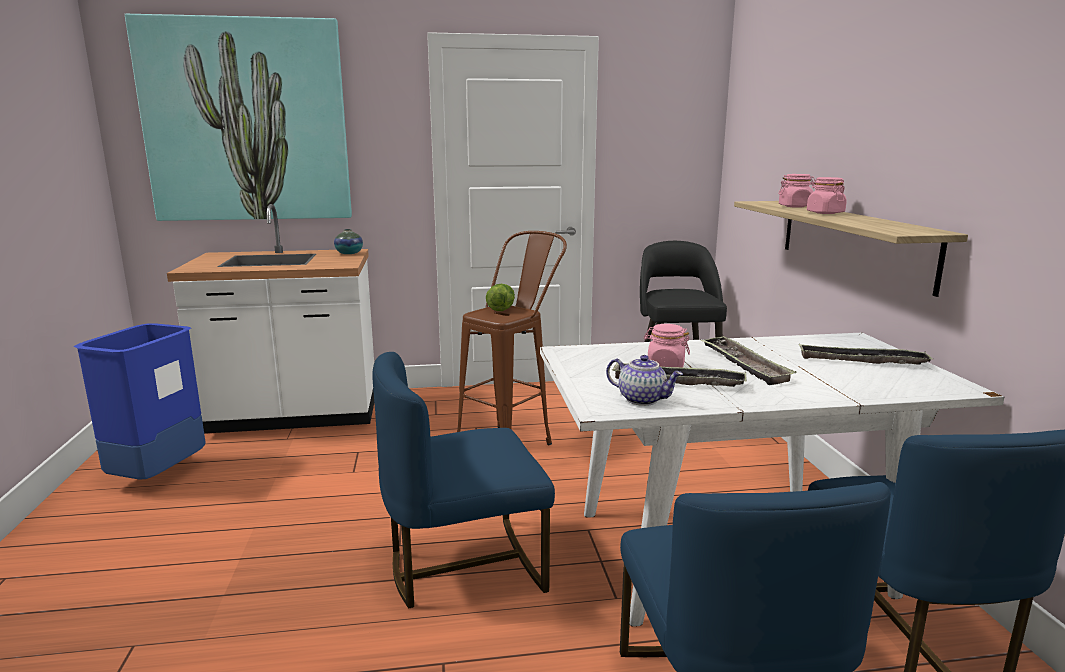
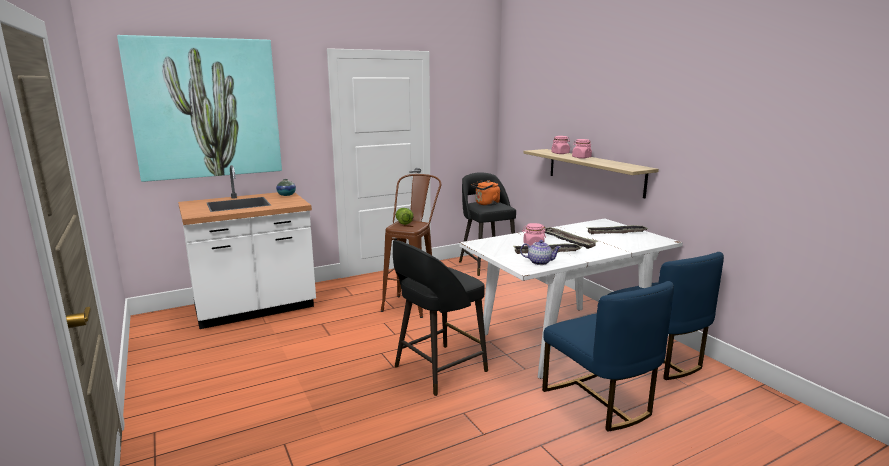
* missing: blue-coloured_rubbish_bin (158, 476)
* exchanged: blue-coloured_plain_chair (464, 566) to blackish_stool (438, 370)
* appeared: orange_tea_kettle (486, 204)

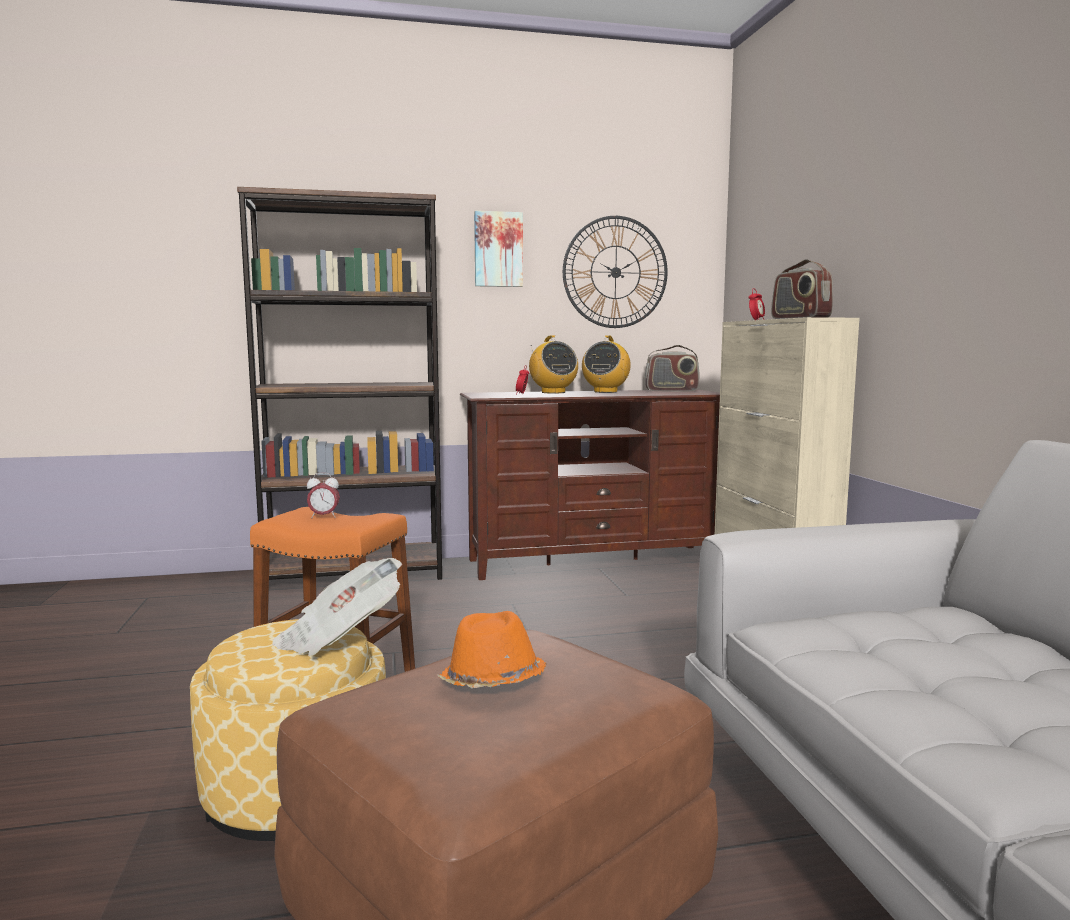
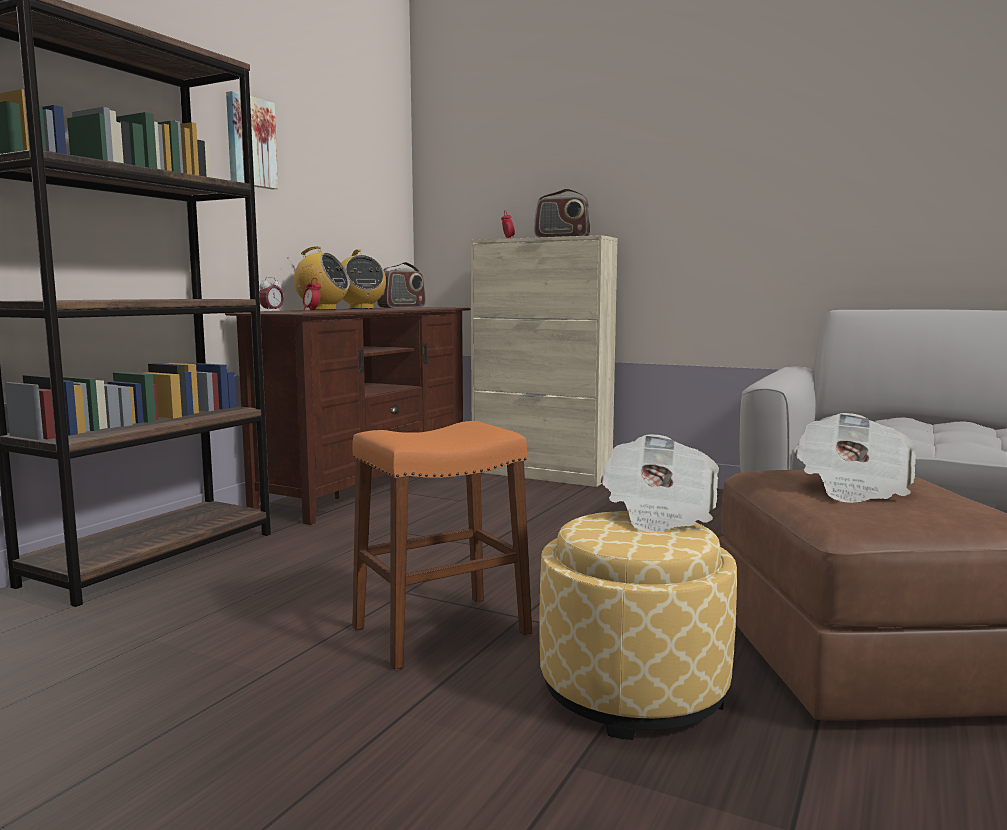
* missing: clock_on_the_wall (615, 272)
* relocated: table_clock (324, 516) to (272, 311)
* exchanged: orange_clothing_hat (492, 683) to printed_paper (852, 489)

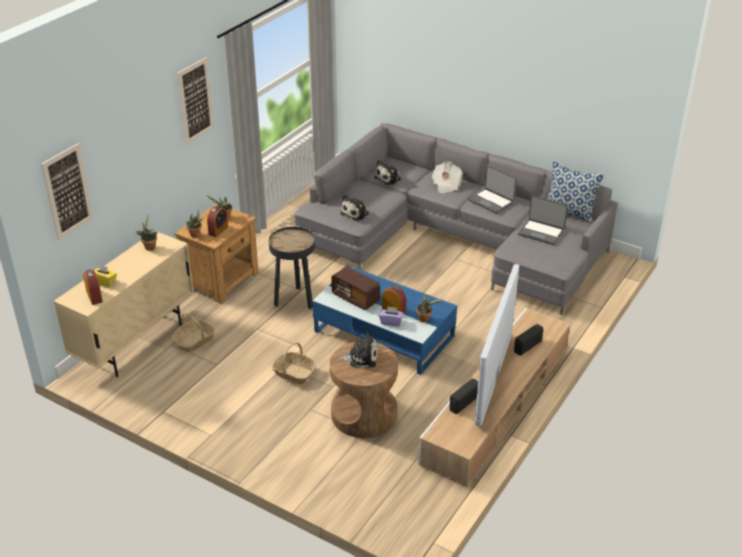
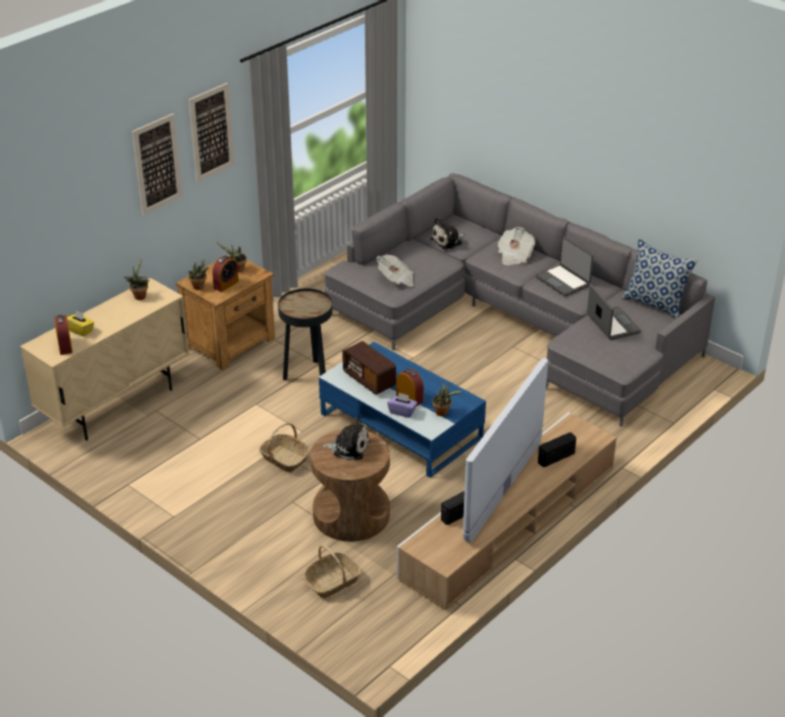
* relocated: picture (67, 191) to (157, 164)
* exchanged: cuddly_toy (356, 213) to printed_paper (396, 280)
* spun: laptop (541, 232) = (612, 324) 150 degrees counterclockwise
* relocated: household_basket (194, 341) to (332, 582)

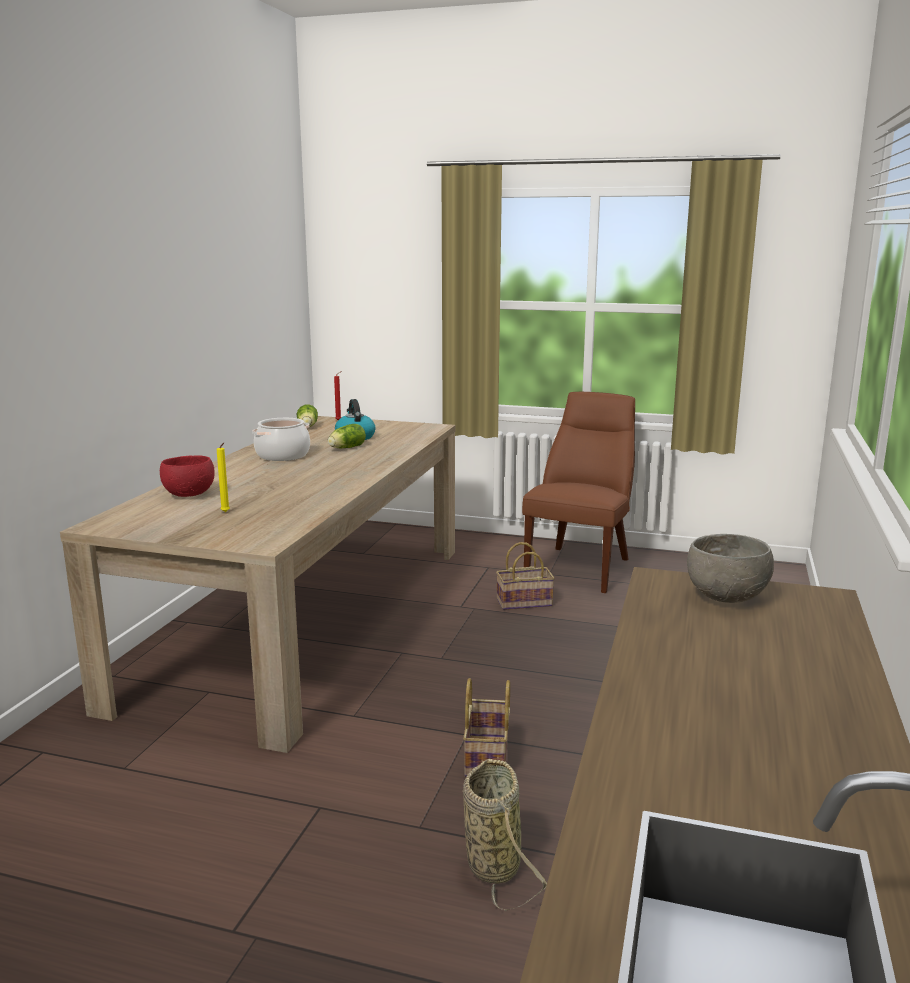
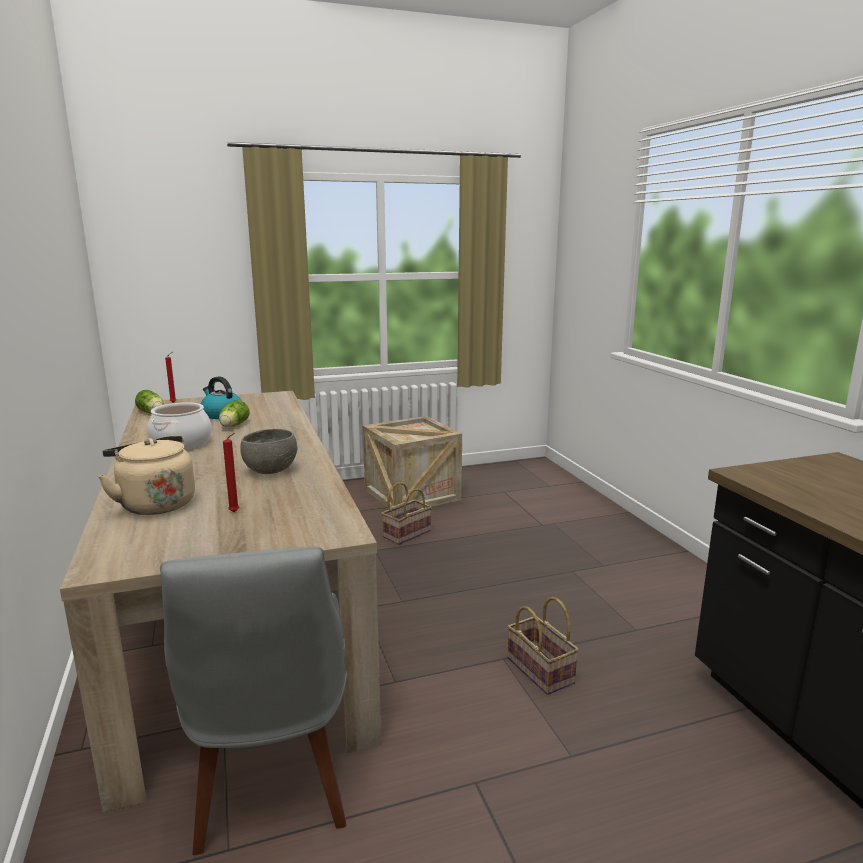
* exchanged: brown-coloured_plain_chair (580, 567) to shipping_crate (412, 494)
* colour: yellow_wax_light (226, 512) to red_wax_light (235, 512)
* exchanged: red_bowl (190, 495) to beige_tea_kettle (155, 504)
* relocated: grey_bowl (726, 597) to (271, 471)
* missing: household_basket (492, 862)
* appeared: grey_plain_chair (271, 778)

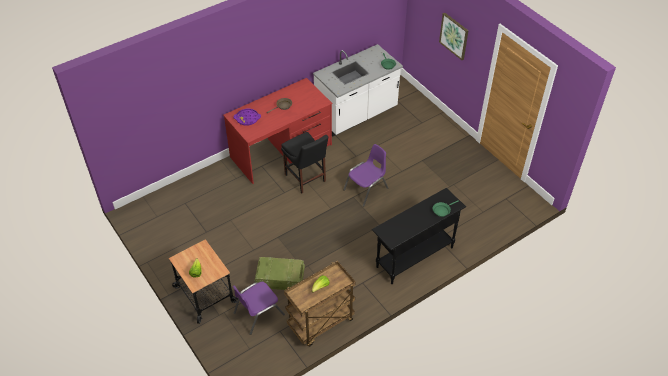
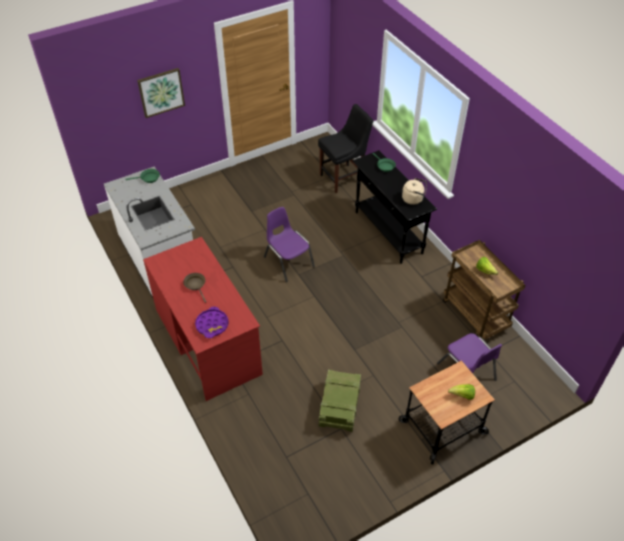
* relocated: blackish_plain_chair (306, 179) to (344, 178)
* relocated: shipping_crate (281, 279) to (339, 405)
* appeared: beige_tea_kettle (414, 199)

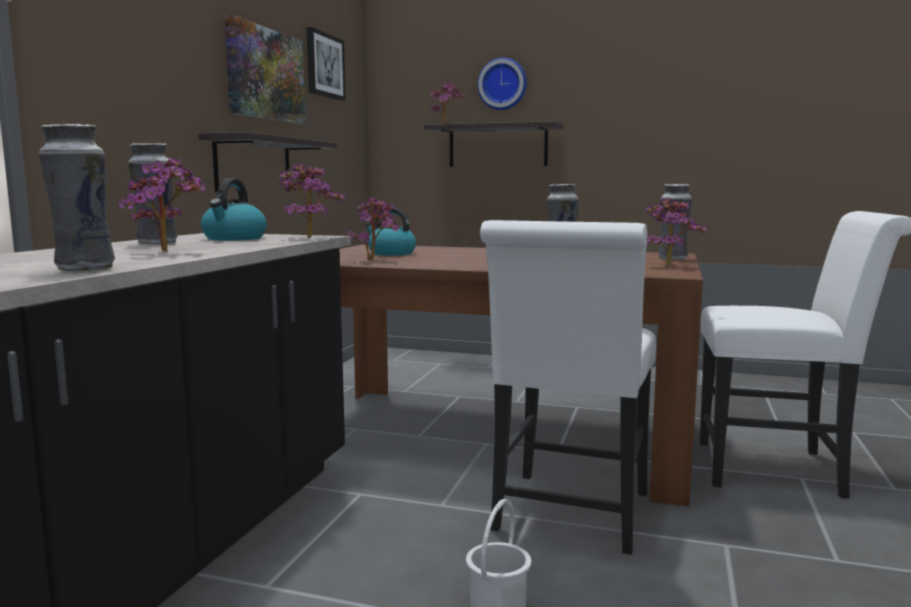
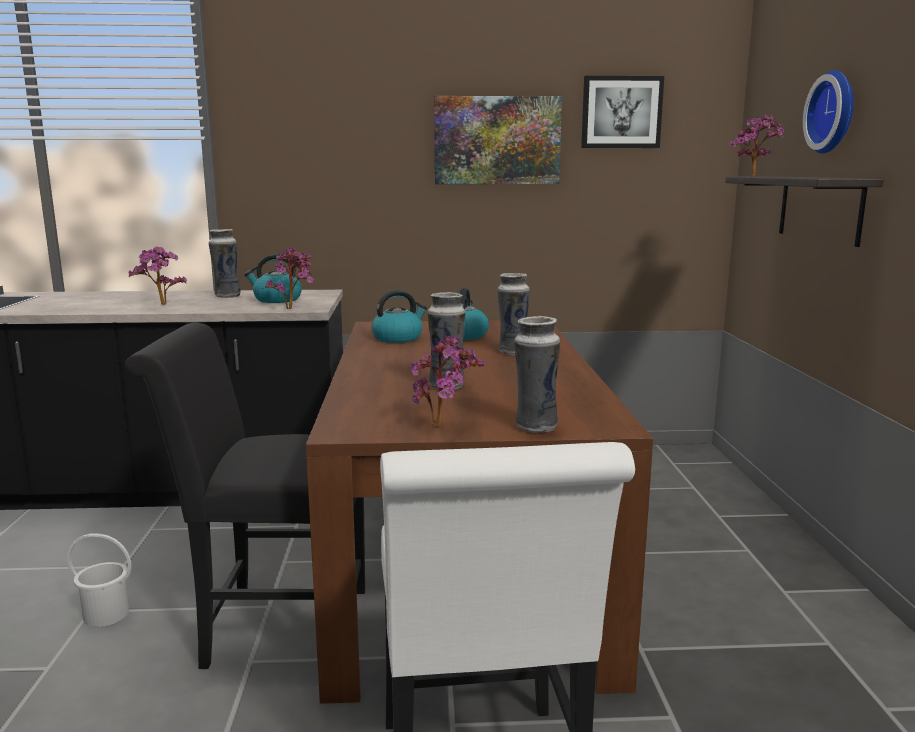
* relocated: flower_vase (83, 269) to (512, 352)
* missing: bracket_shelf (253, 165)
* exchanged: potted_plant (374, 260) to tea_kettle (398, 338)
* colour: white_plain_chair (569, 517) to blackish_plain_chair (274, 627)

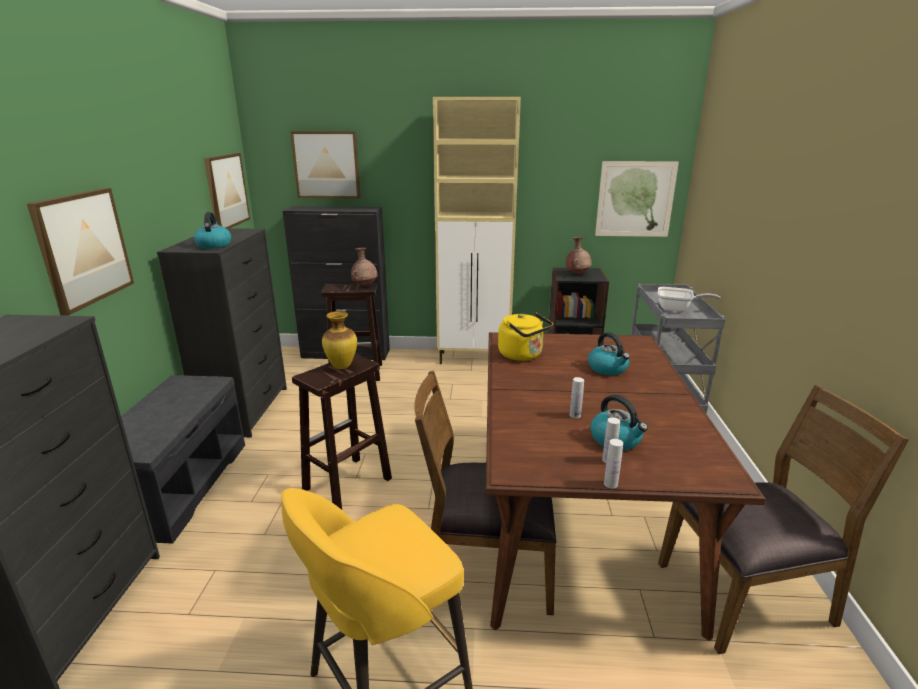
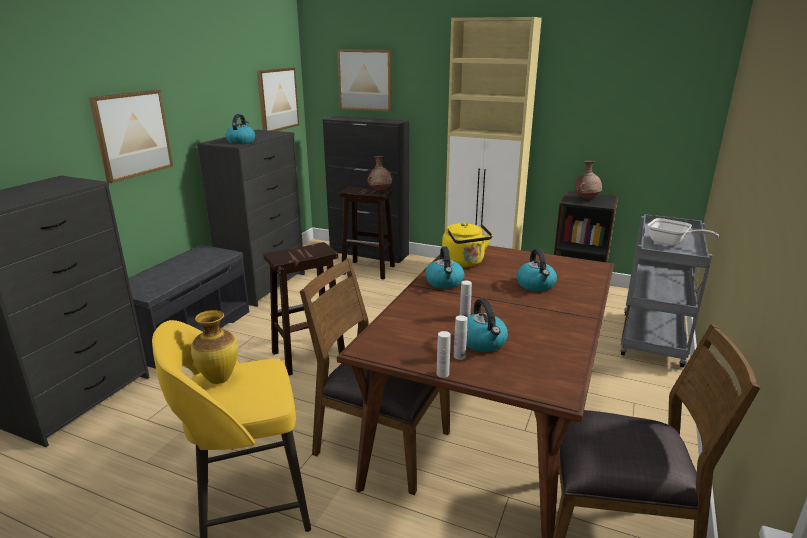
* missing: picture (635, 199)
* relocated: flower_vase (342, 367) to (219, 379)
* appeared: tea_kettle (444, 282)

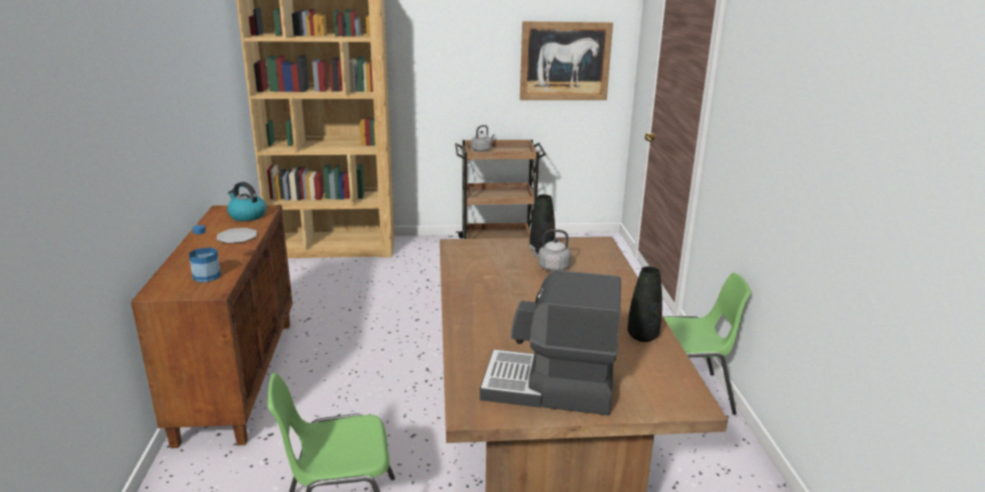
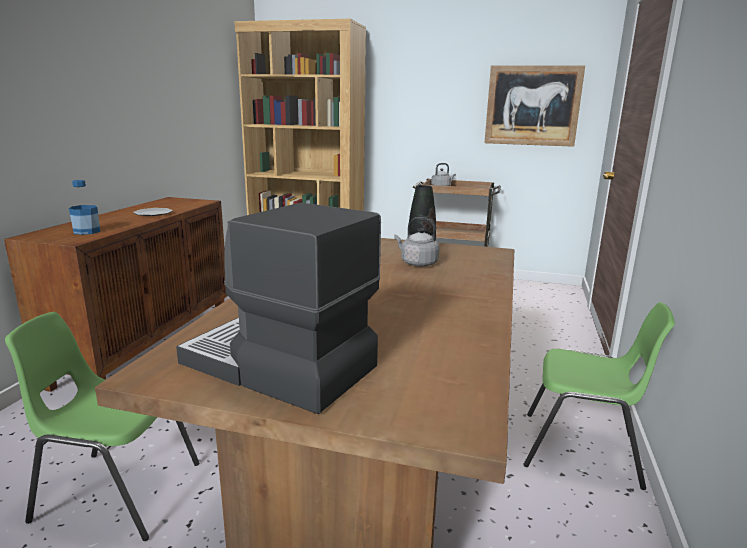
* missing: tea_kettle (247, 216)
* missing: blackish_flower_vase (642, 336)

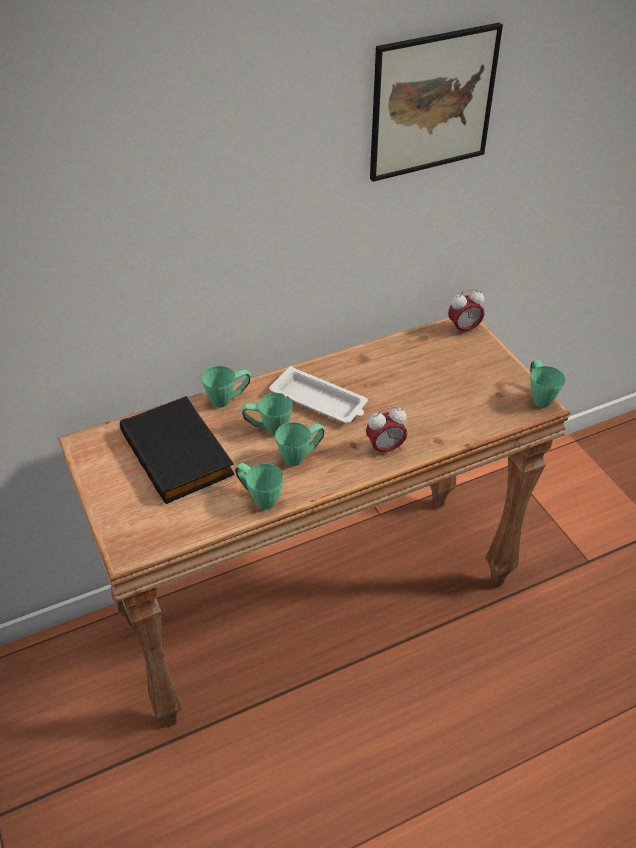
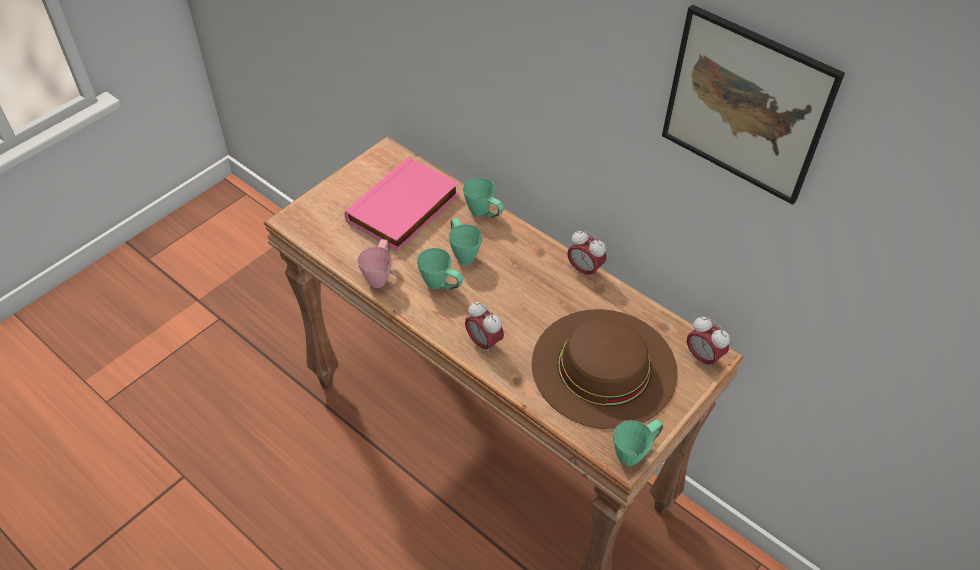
* missing: white_serving_tray (320, 401)
* colour: blackish_volume (180, 453) to pink-coloured_volume (404, 209)
* colour: green-coloured_tea_mug (259, 498) to pink-coloured_tea_mug (379, 275)
* appeared: table_clock (584, 270)
* appeared: brown-coloured_clothing_hat (604, 366)

